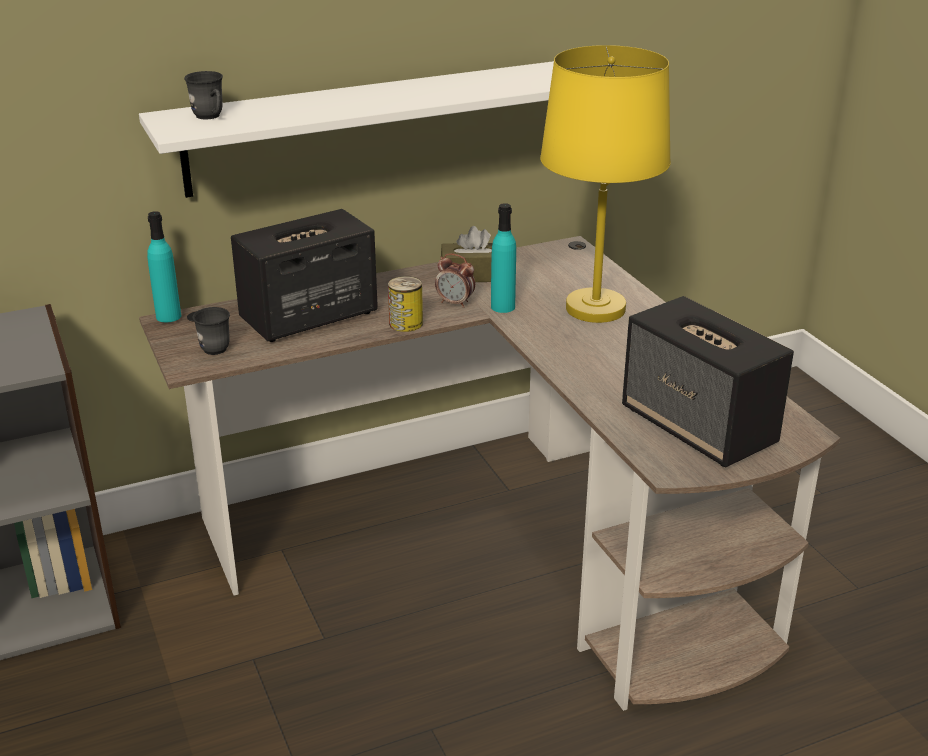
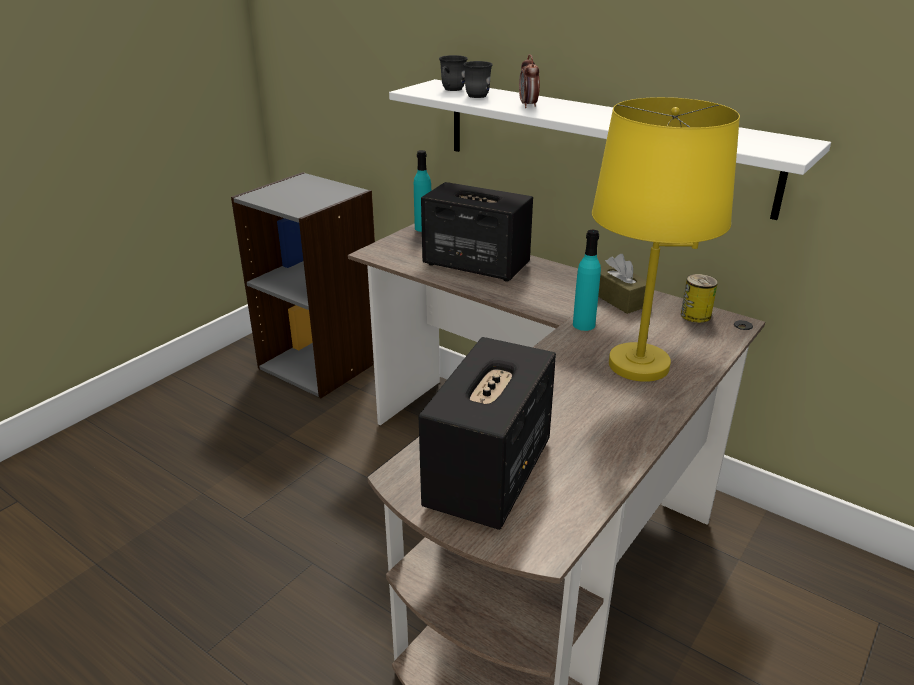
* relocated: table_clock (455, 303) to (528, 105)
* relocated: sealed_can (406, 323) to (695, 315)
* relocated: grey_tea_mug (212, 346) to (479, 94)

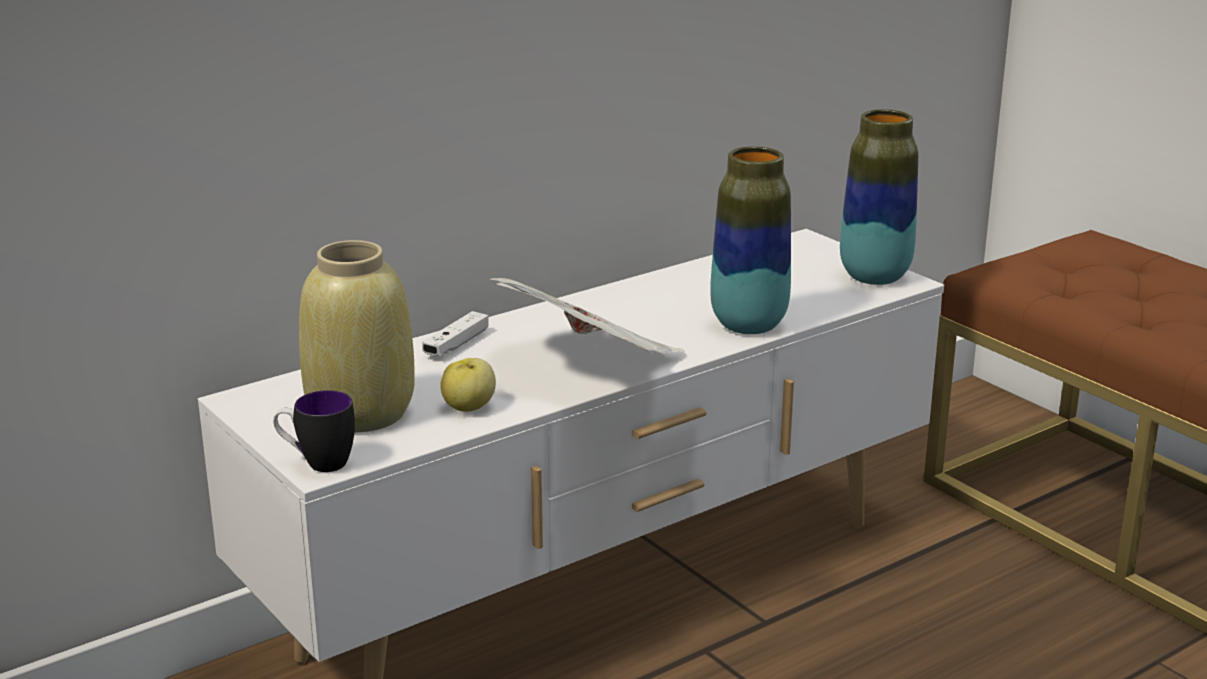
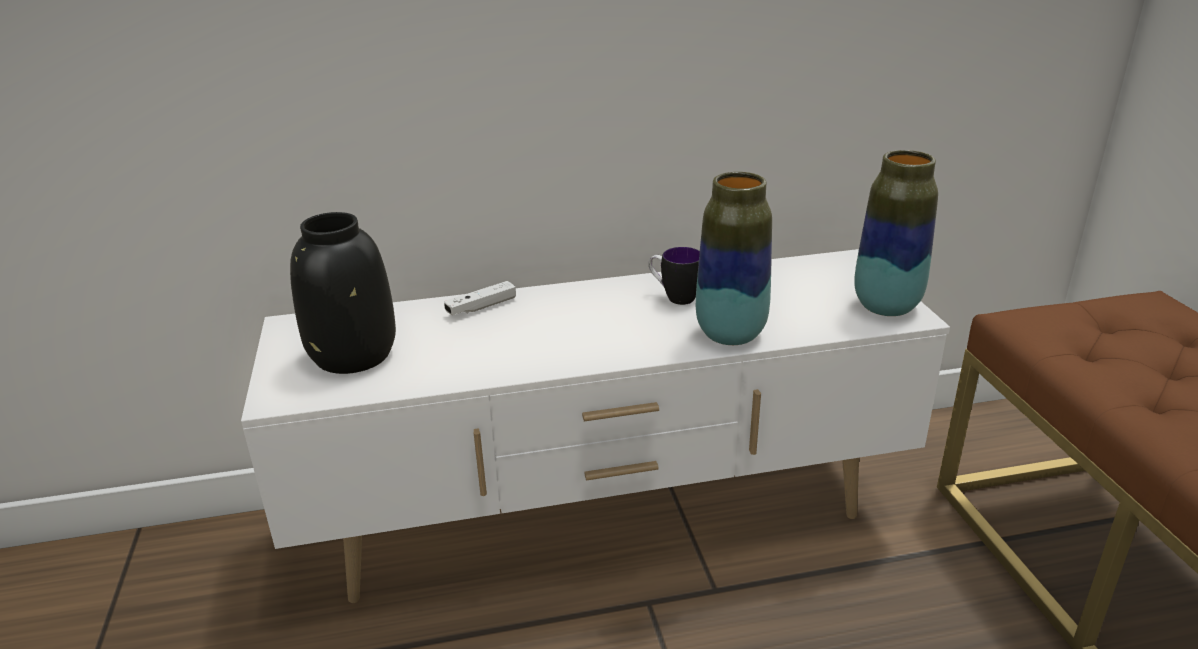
* colour: beige_flower_vase (362, 413) to blackish_flower_vase (354, 355)
* missing: printed_paper (590, 365)
* missing: apple (469, 408)
* relocated: tea_mug (317, 463) to (674, 297)

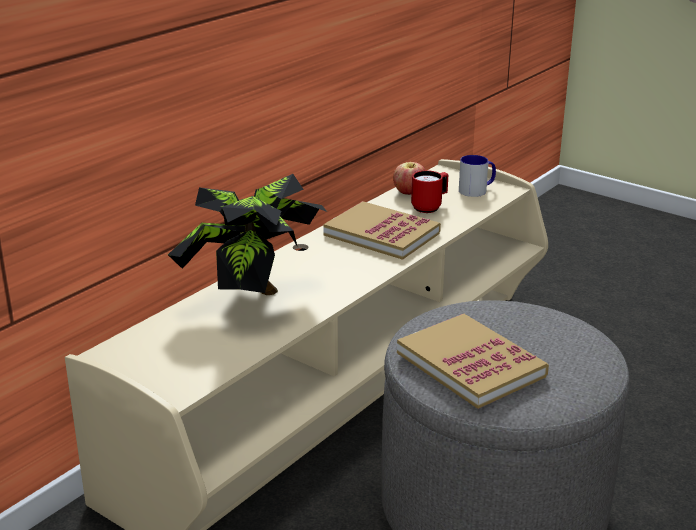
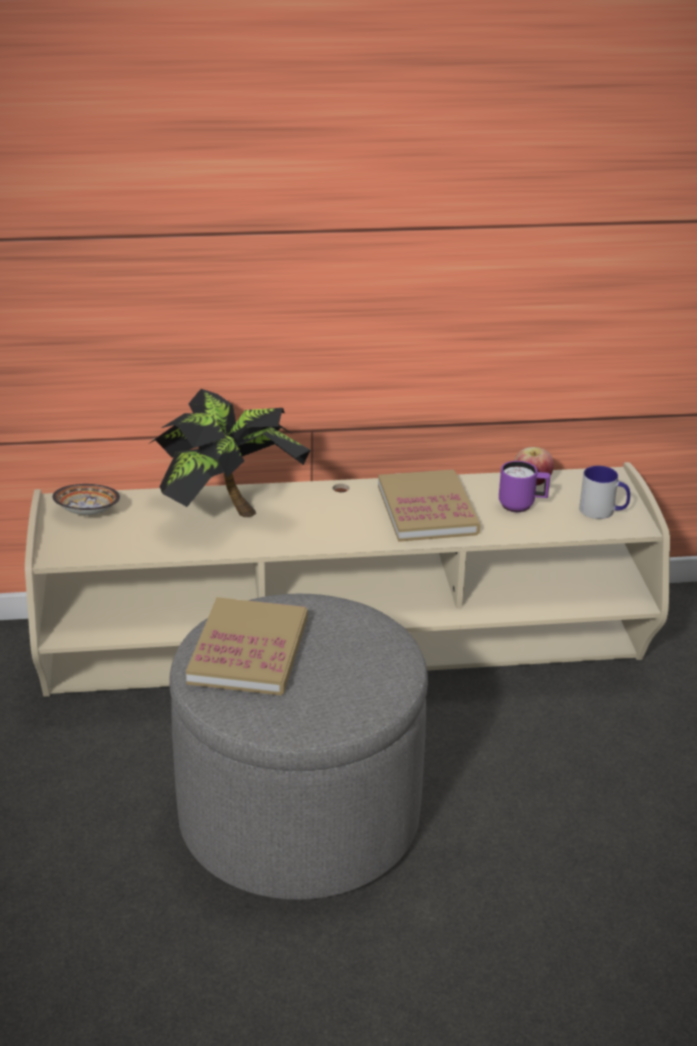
* colour: red_tea_mug (430, 207) to purple-coloured_tea_mug (522, 506)
* appeared: bowl (87, 512)

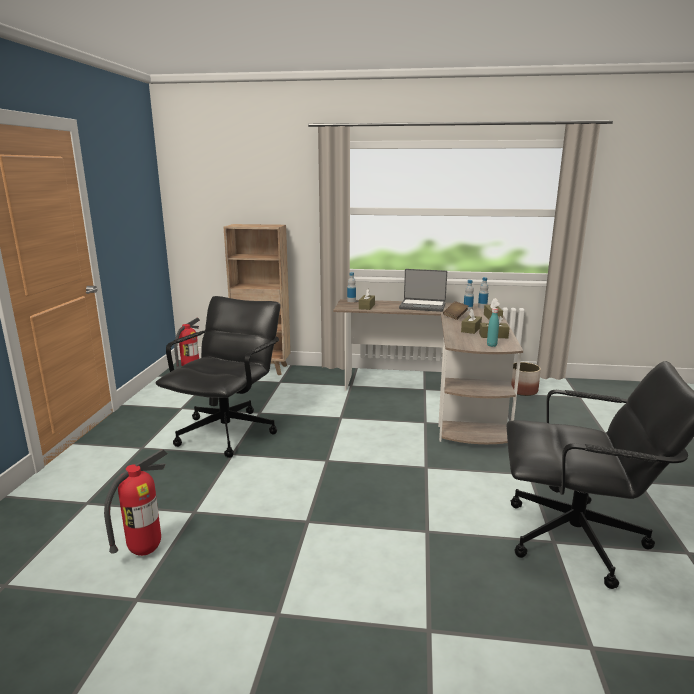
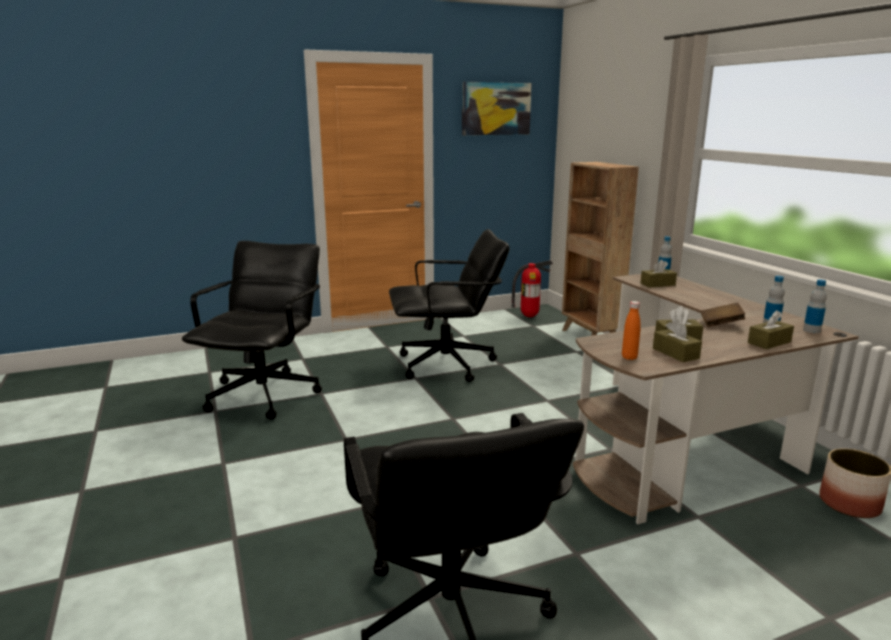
* missing: laptop (422, 306)
* colour: turquoise_drink_bottle (491, 345) to orange_drink_bottle (629, 357)
* exchanged: extinguisher (145, 550) to blackish_office_chair (265, 395)
* appeared: picture (495, 109)

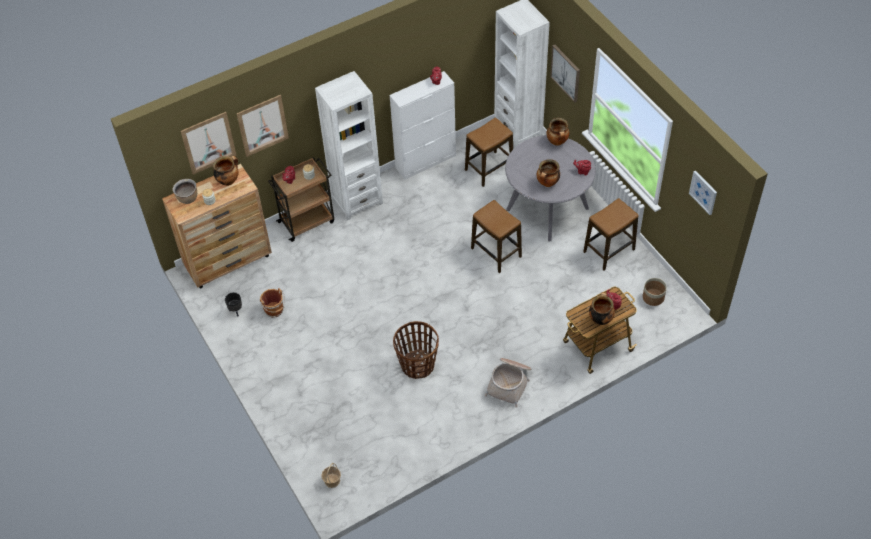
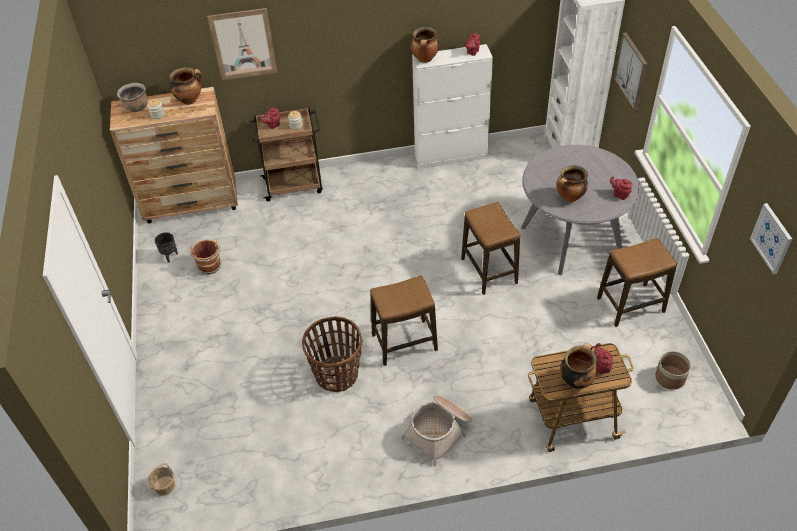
* missing: white_bookshelf (357, 200)
* missing: picture (208, 143)
* relocated: stool (489, 169) to (404, 342)
* relocated: cooking_pot (557, 142) to (425, 59)

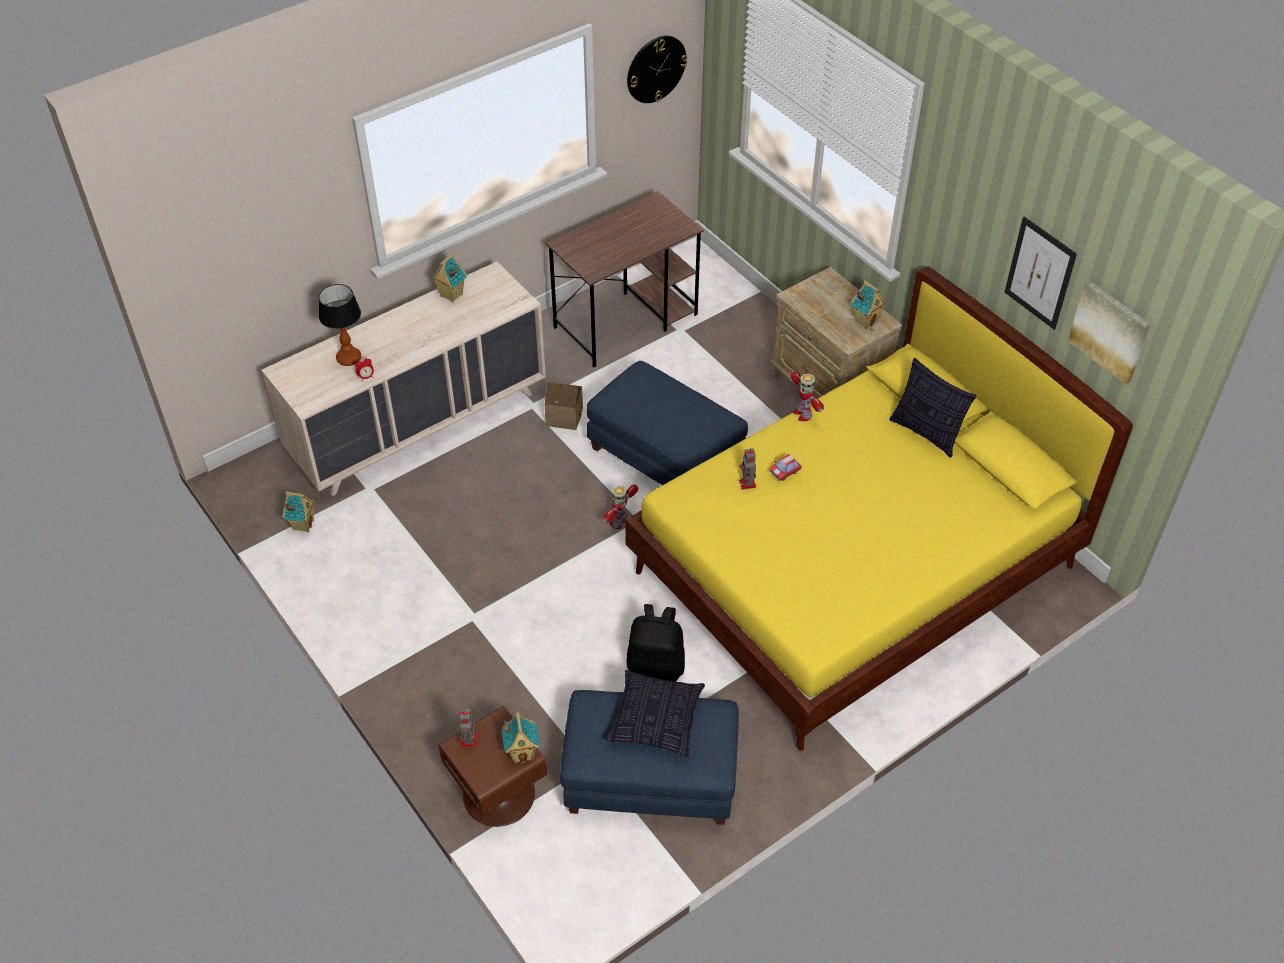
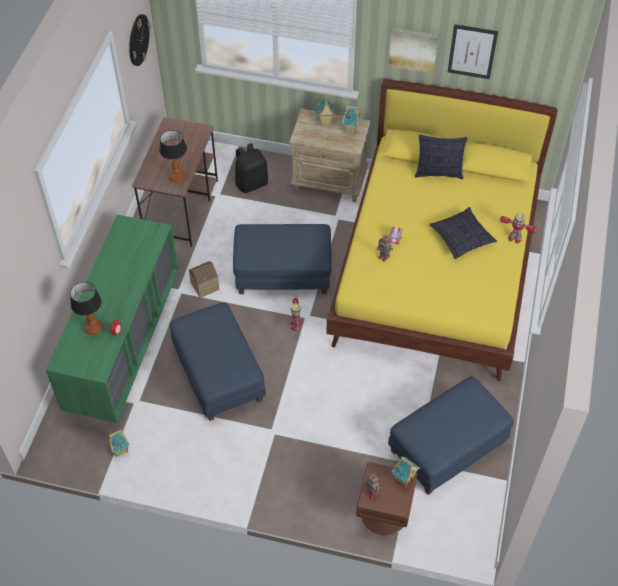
* relocated: model_house (451, 295) to (325, 122)
* colour: beige_chest_of_drawers (419, 424) to green-coloured_chest_of_drawers (125, 345)
* relocated: picture (1110, 331) to (413, 49)
* relocated: toy_robot (802, 413) to (514, 238)
* relocated: blackish_knapsack (656, 667) to (251, 183)
* relocated: cushion (656, 720) to (461, 238)
* appeared: tabletop_lamp (176, 177)
* appeared: blue-coloured_ottoman (218, 373)

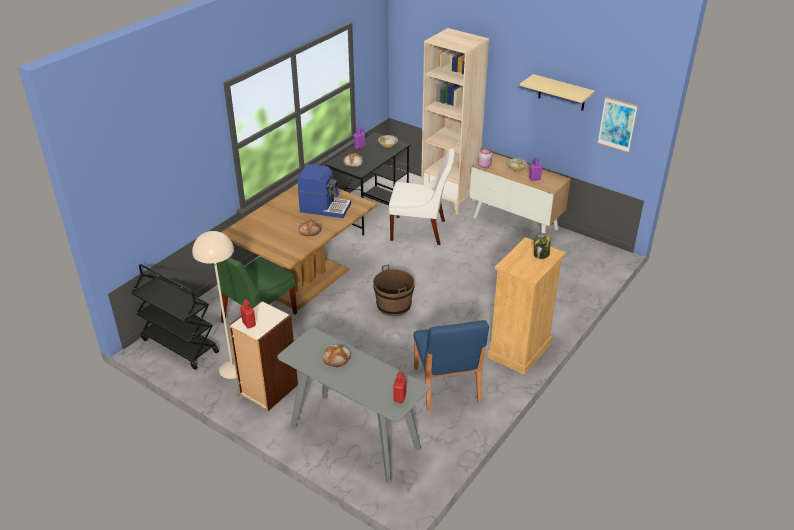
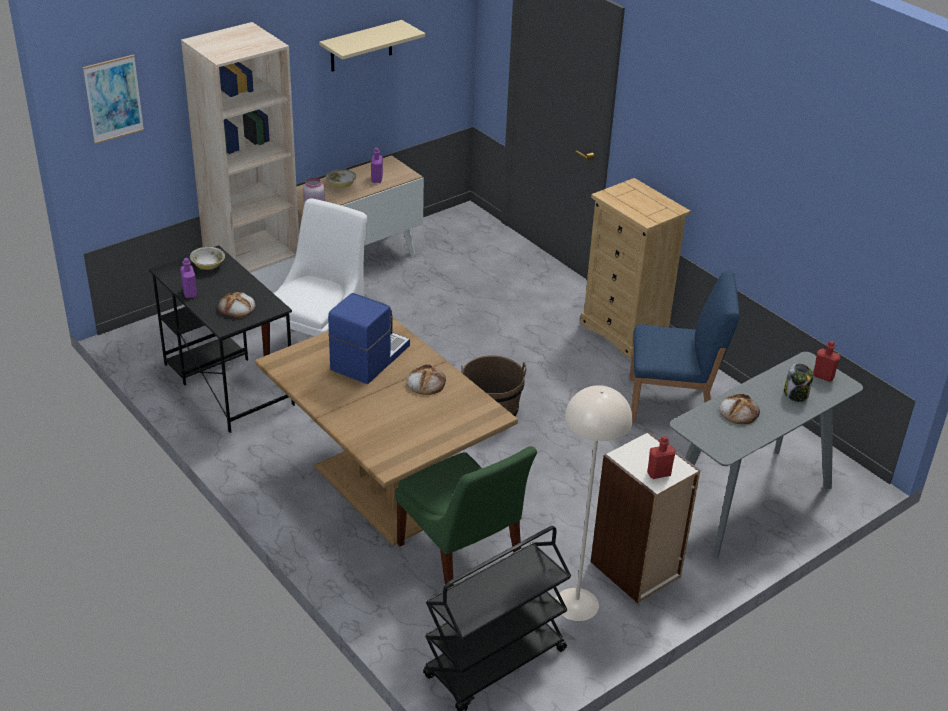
* relocated: picture (617, 124) to (113, 99)
* relocated: storage_jar (541, 254) to (796, 394)

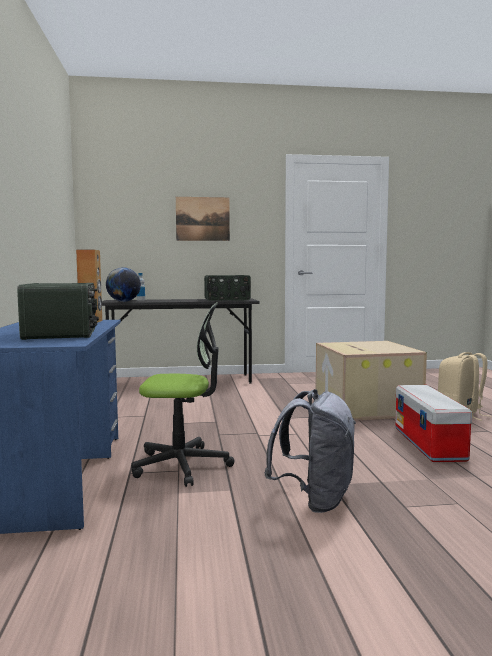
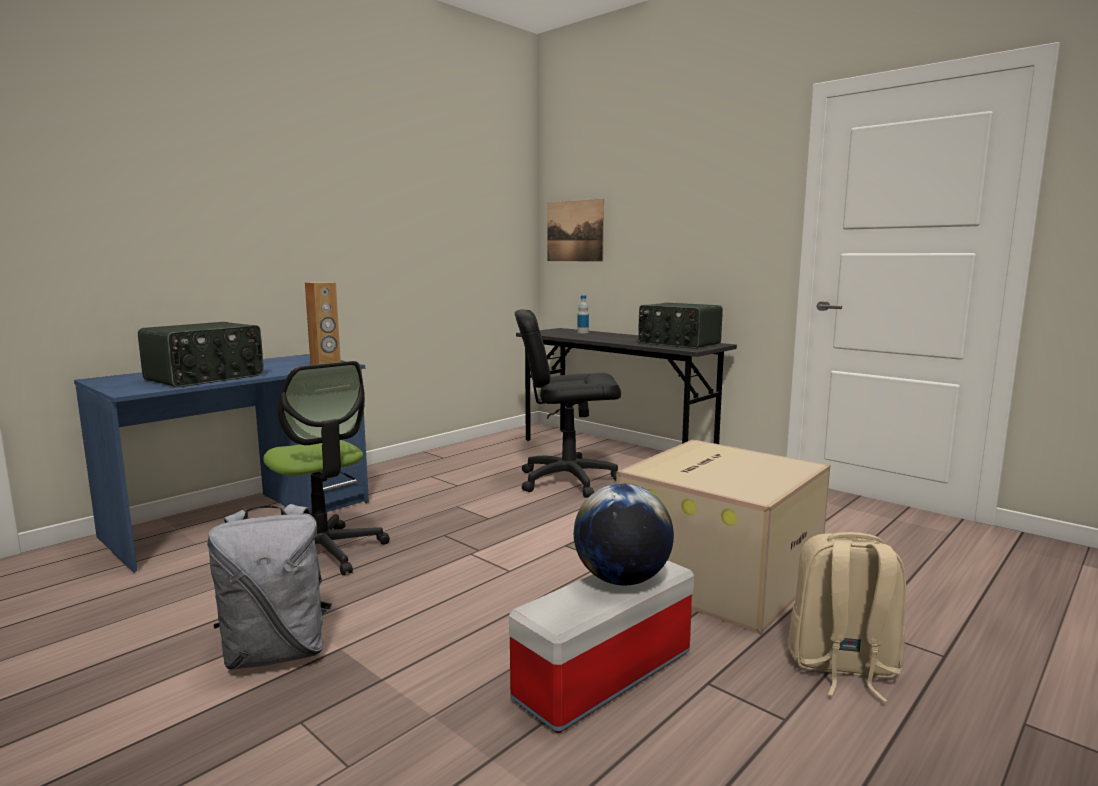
* relocated: picture (202, 219) to (575, 231)
* relocated: globe (124, 301) to (622, 580)
* appeared: blackish_office_chair (568, 480)

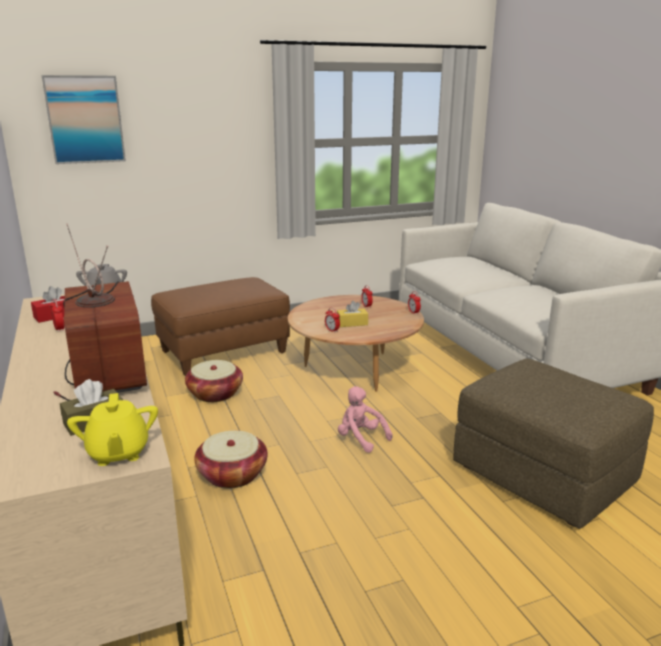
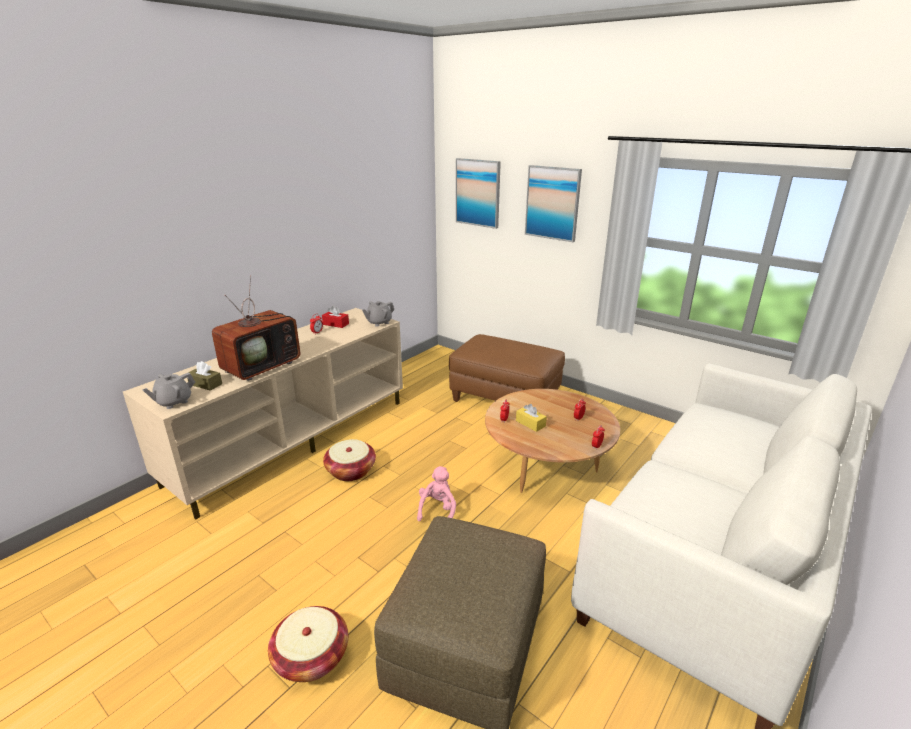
* relocated: household_basket (215, 394) to (311, 657)
* colour: yellow_teapot (118, 453) to grey_teapot (173, 402)
* appeared: picture (552, 203)

